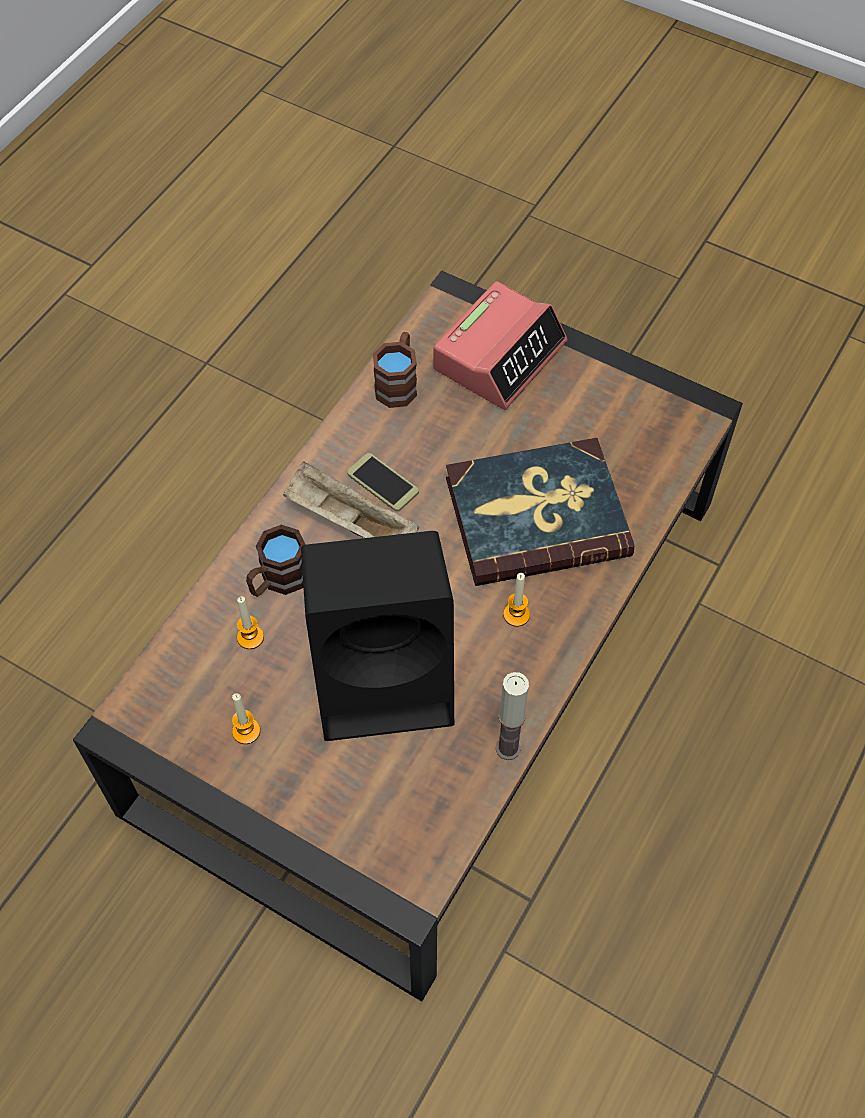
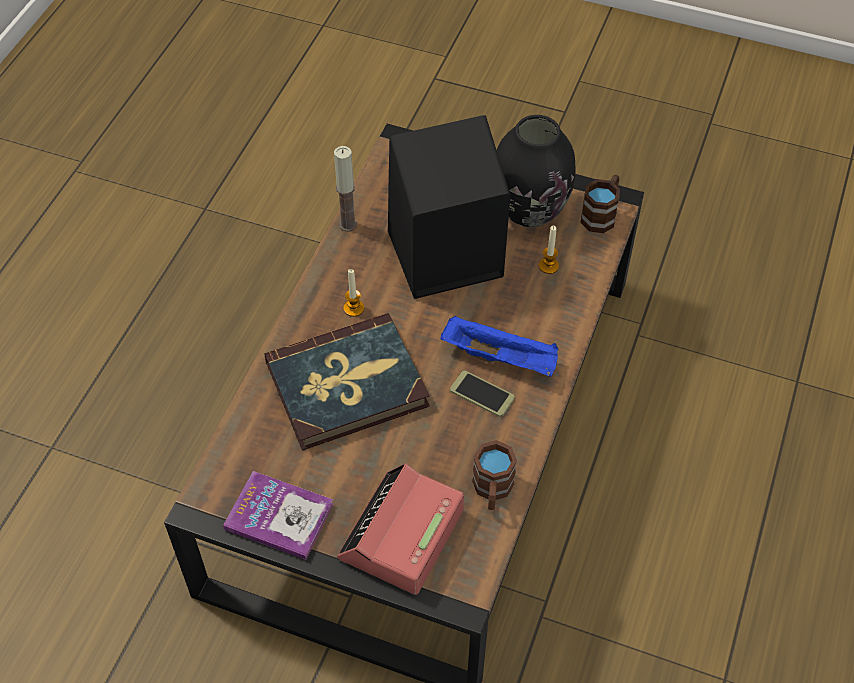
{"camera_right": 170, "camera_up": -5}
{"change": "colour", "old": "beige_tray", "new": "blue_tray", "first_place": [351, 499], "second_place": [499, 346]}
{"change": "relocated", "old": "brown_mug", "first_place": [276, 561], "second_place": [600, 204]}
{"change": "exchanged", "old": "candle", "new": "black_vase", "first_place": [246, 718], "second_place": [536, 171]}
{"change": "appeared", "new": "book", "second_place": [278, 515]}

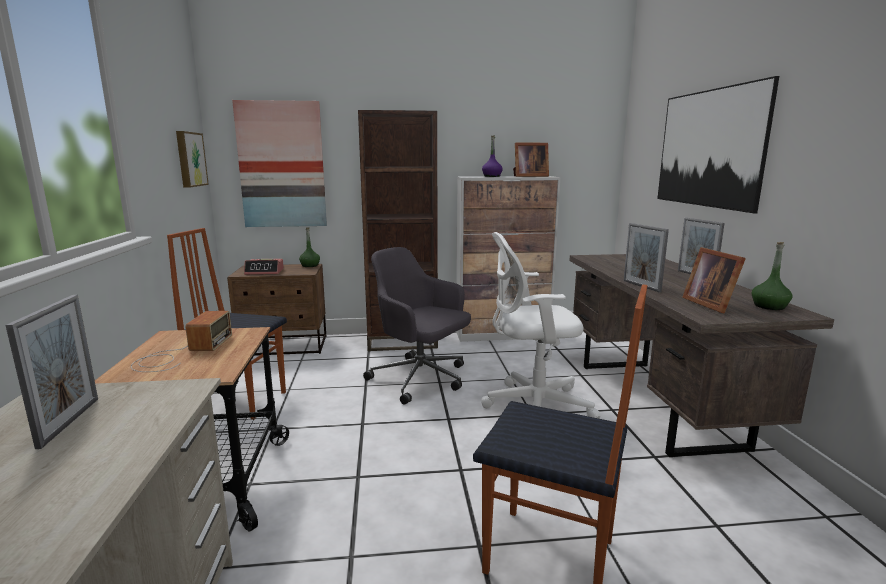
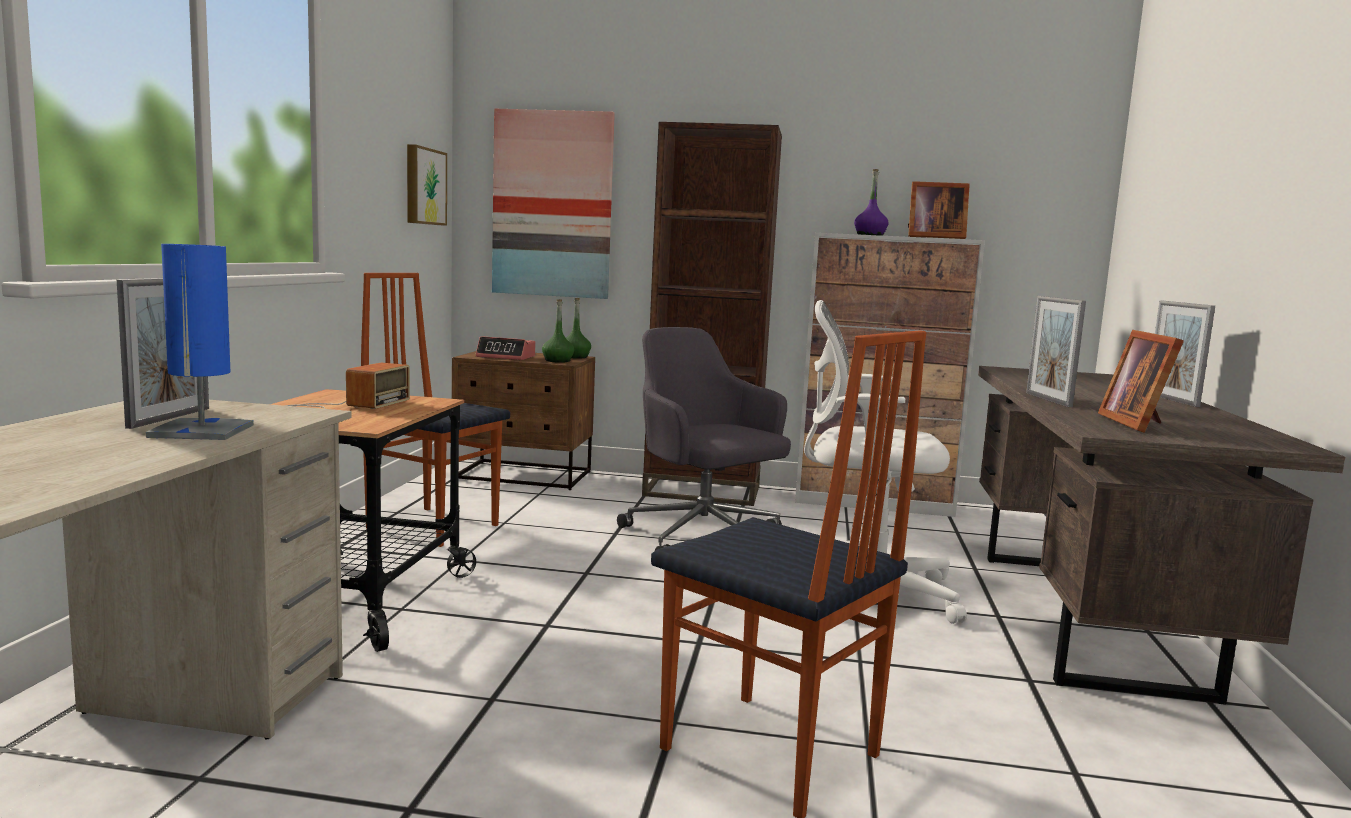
{"camera_right": 15, "camera_up": -5}
{"change": "missing", "old": "picture", "first_place": [718, 144]}
{"change": "relocated", "old": "green_bottle", "first_place": [772, 276], "second_place": [558, 331]}
{"change": "appeared", "new": "blue_table_lamp", "second_place": [200, 342]}

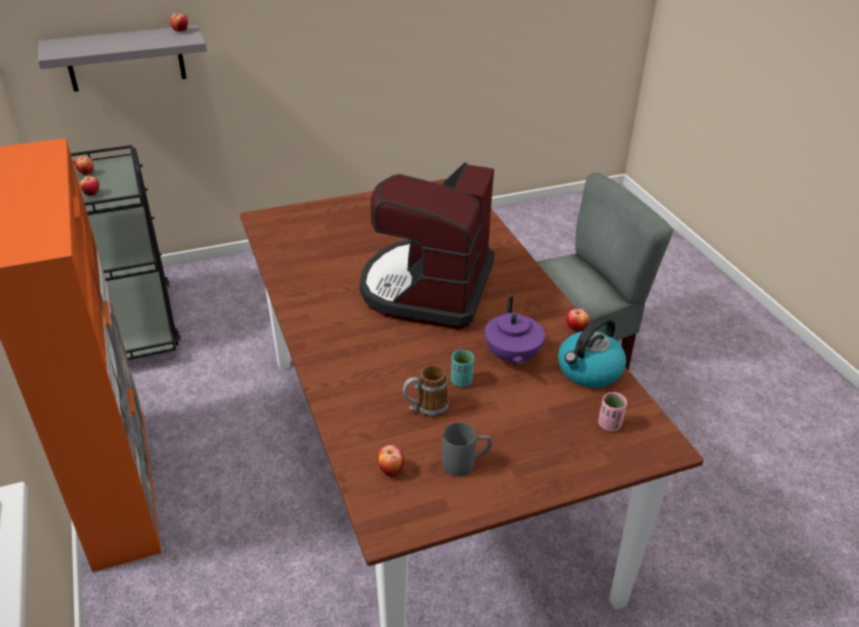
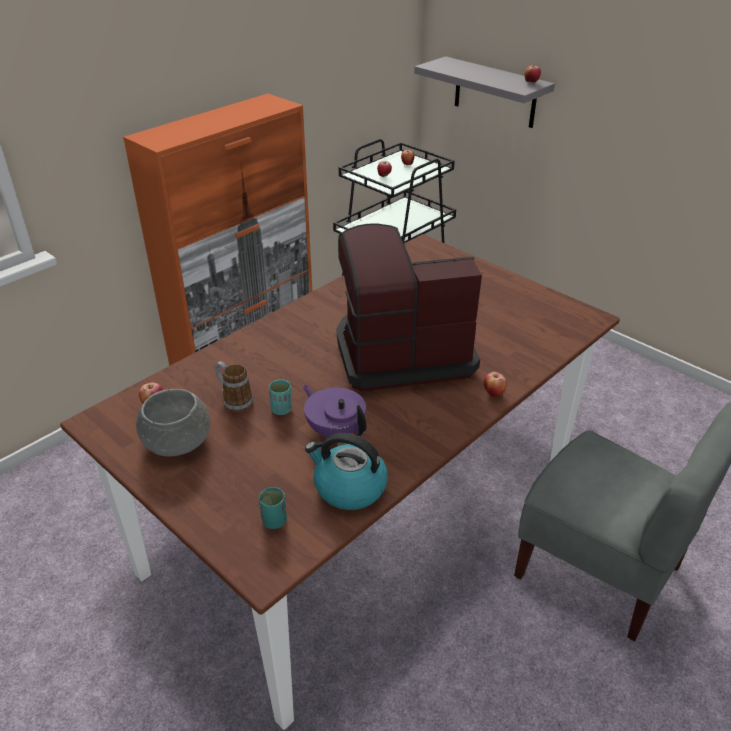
{"camera_right": 65, "camera_up": 0}
{"change": "spun", "old": "purple_teapot", "first_place": [515, 331], "second_place": [335, 411], "degrees": 75}
{"change": "relocated", "old": "apple", "first_place": [578, 320], "second_place": [495, 384]}
{"change": "colour", "old": "pink_cup", "new": "turquoise_cup", "first_place": [612, 411], "second_place": [273, 508]}
{"change": "exchanged", "old": "grey_mug", "new": "grey_bowl", "first_place": [467, 449], "second_place": [173, 423]}

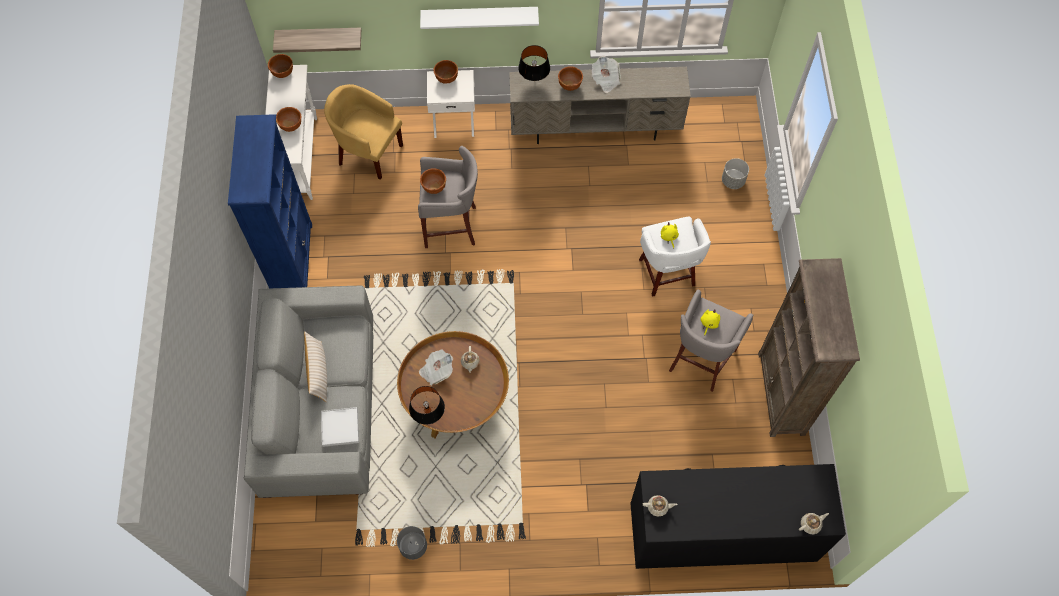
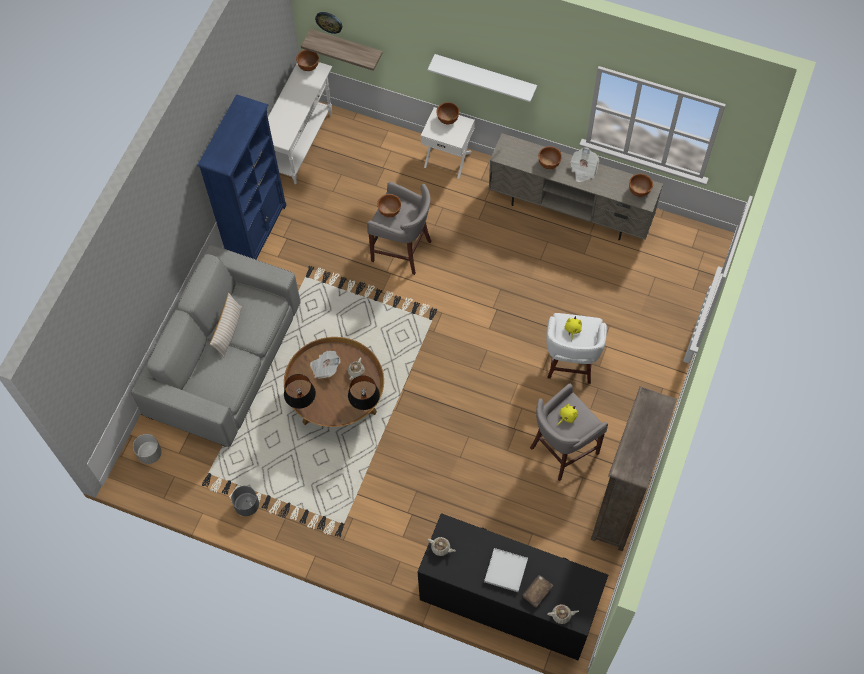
{"camera_right": 25, "camera_up": 0}
{"change": "relocated", "old": "black_table_lamp", "first_place": [534, 63], "second_place": [364, 392]}
{"change": "missing", "old": "yellow_armchair", "first_place": [363, 132]}
{"change": "relocated", "old": "brown_bowl", "first_place": [288, 119], "second_place": [641, 185]}
{"change": "relocated", "old": "grey_planter", "first_place": [735, 173], "second_place": [147, 449]}
{"change": "relocated", "old": "white_tray", "first_place": [340, 427], "second_place": [506, 570]}
{"change": "appeared", "new": "wall_clock", "second_place": [328, 23]}
{"change": "appeared", "new": "brown_book", "second_place": [537, 591]}

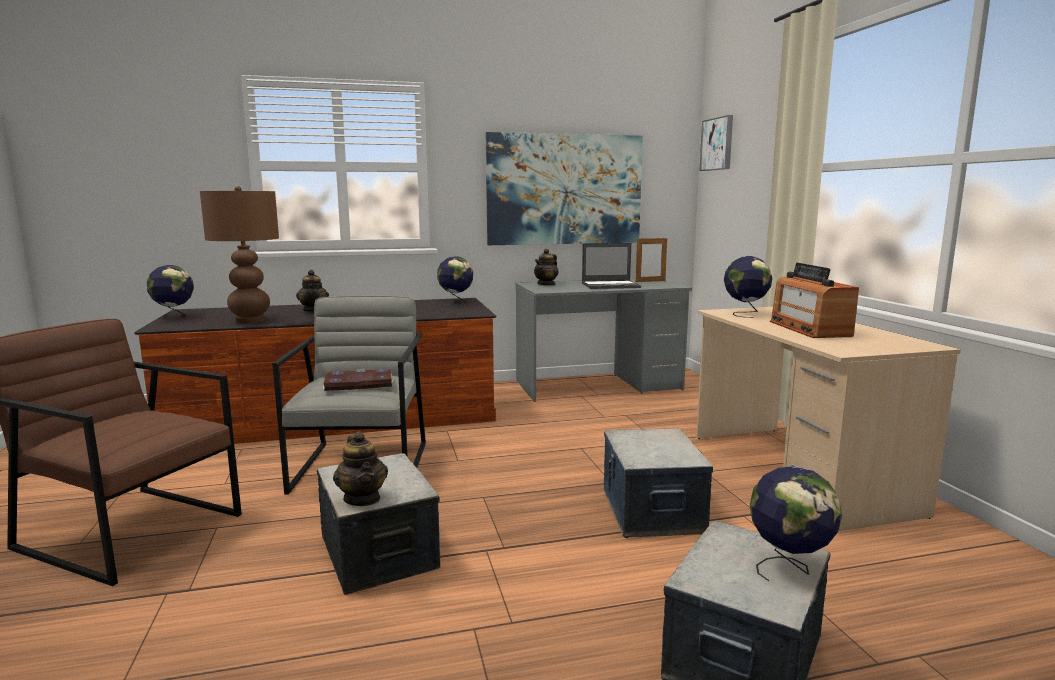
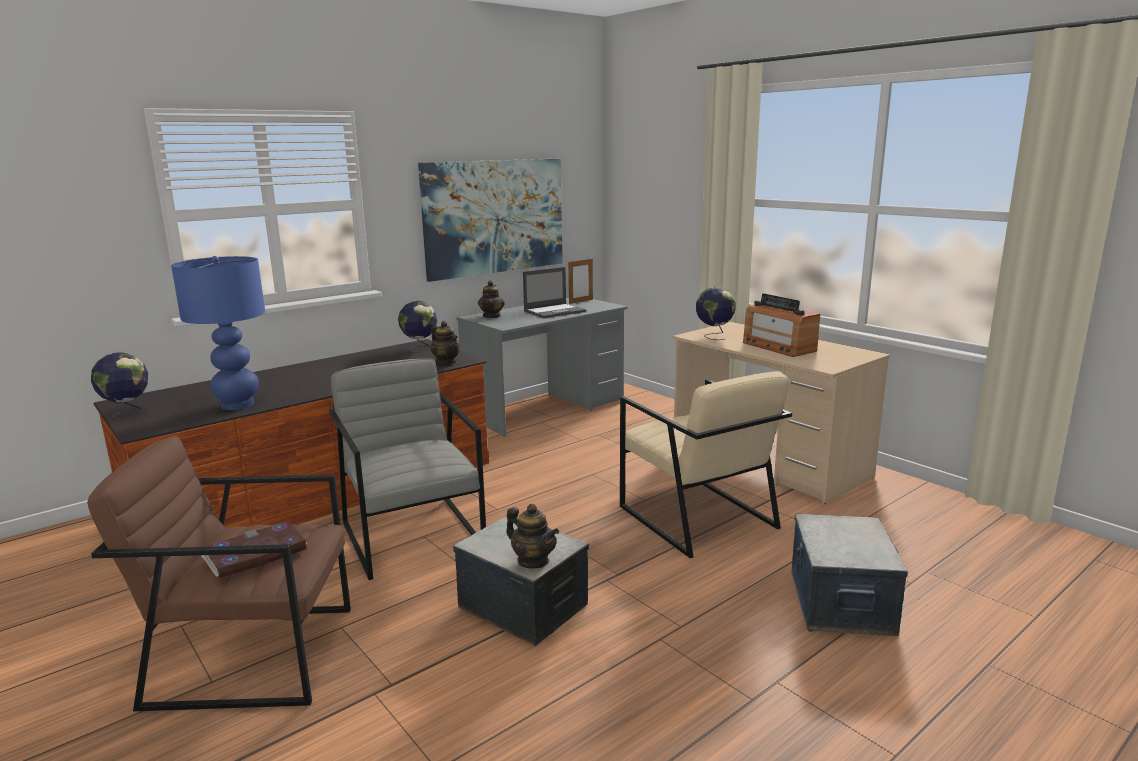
{"camera_right": -25, "camera_up": 5}
{"change": "missing", "old": "picture", "first_place": [716, 143]}
{"change": "colour", "old": "brown_table_lamp", "new": "blue_table_lamp", "first_place": [239, 255], "second_place": [218, 333]}
{"change": "relocated", "old": "teapot", "first_place": [312, 291], "second_place": [445, 343]}
{"change": "relocated", "old": "book", "first_place": [358, 380], "second_place": [254, 550]}
{"change": "exchanged", "old": "storage_box", "new": "beige_armchair", "first_place": [658, 483], "second_place": [706, 464]}
{"change": "missing", "old": "globe", "first_place": [796, 523]}

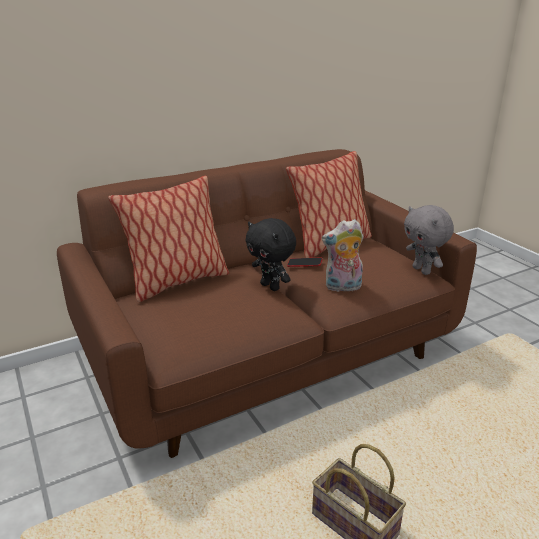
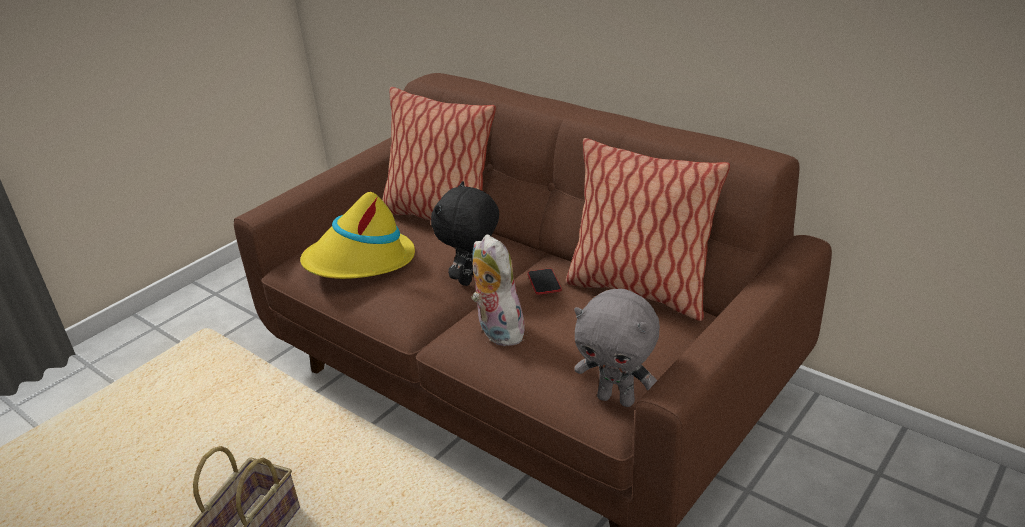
{"camera_right": 70, "camera_up": 5}
{"change": "spun", "old": "grey_plush_toy", "first_place": [429, 240], "second_place": [617, 348], "degrees": -105}
{"change": "appeared", "new": "yellow_hat", "second_place": [357, 235]}

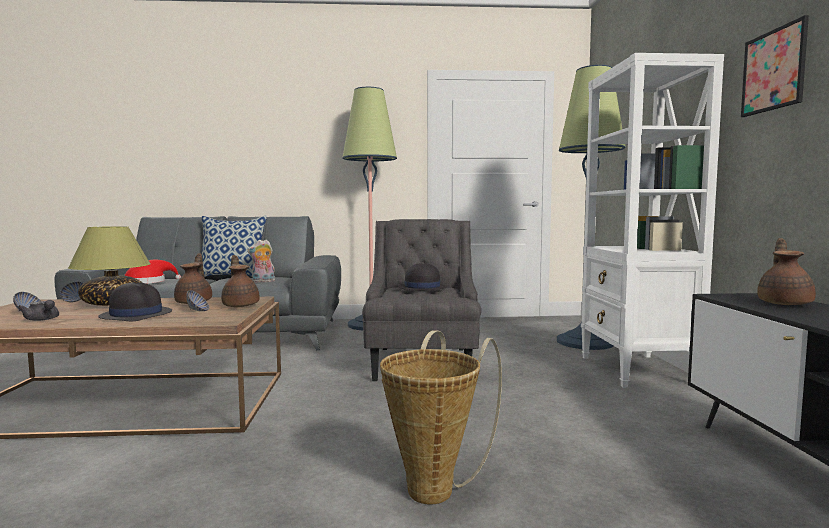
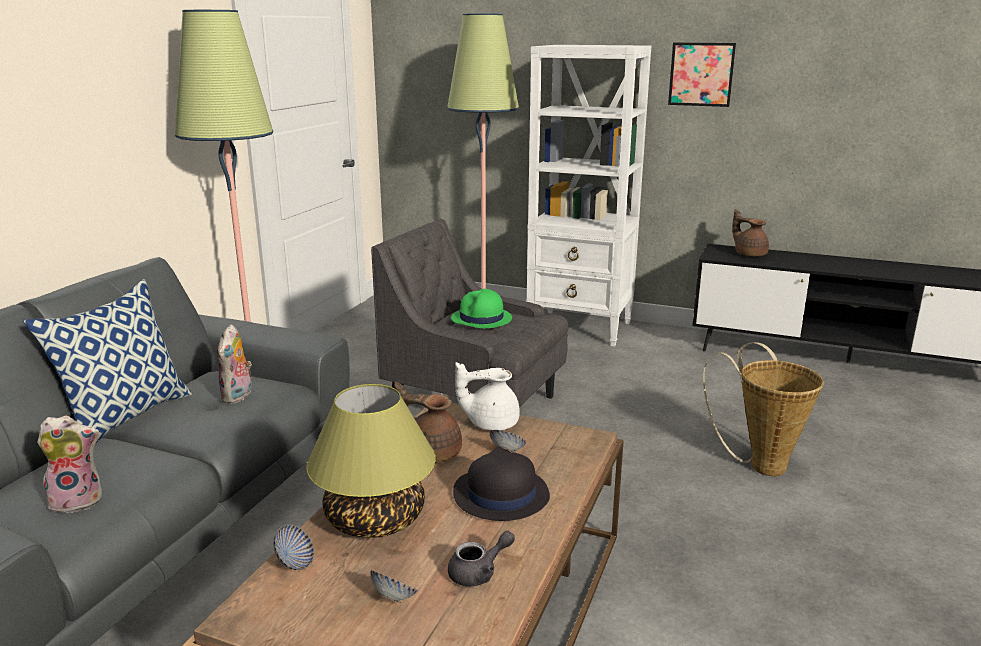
{"camera_right": -65, "camera_up": 15}
{"change": "colour", "old": "brown_teapot", "new": "white_teapot", "first_place": [240, 281], "second_place": [487, 396]}
{"change": "exchanged", "old": "red_hat", "new": "plush_toy", "first_place": [152, 272], "second_place": [69, 464]}
{"change": "colour", "old": "black_hat", "new": "green_hat", "first_place": [422, 276], "second_place": [481, 308]}

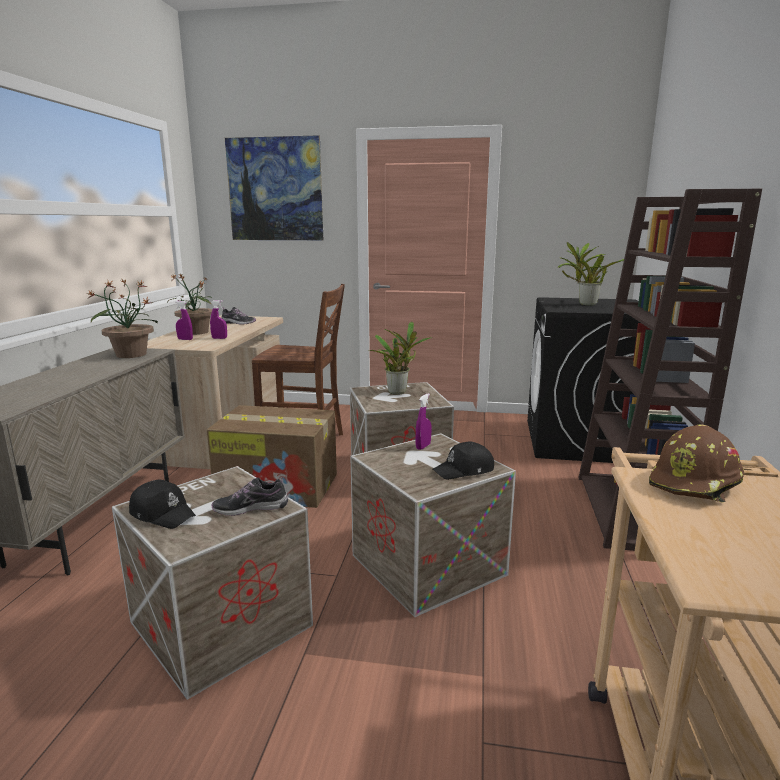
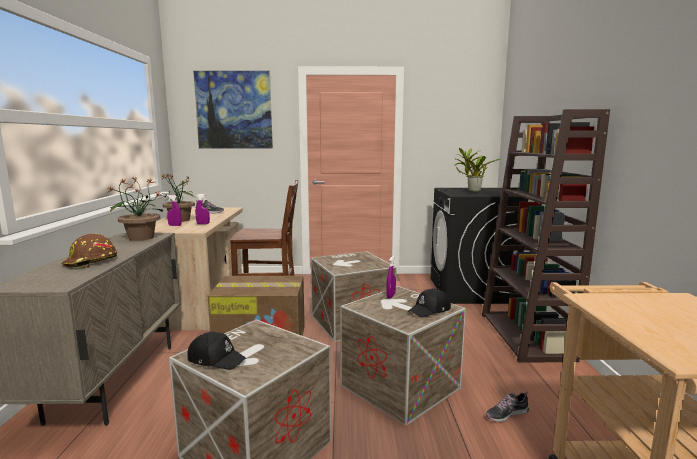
{"camera_right": -10, "camera_up": -5}
{"change": "missing", "old": "potted_plant", "first_place": [400, 358]}
{"change": "relocated", "old": "brown_hard_hat", "first_place": [696, 463], "second_place": [89, 250]}
{"change": "relocated", "old": "shoe", "first_place": [250, 496], "second_place": [507, 406]}

